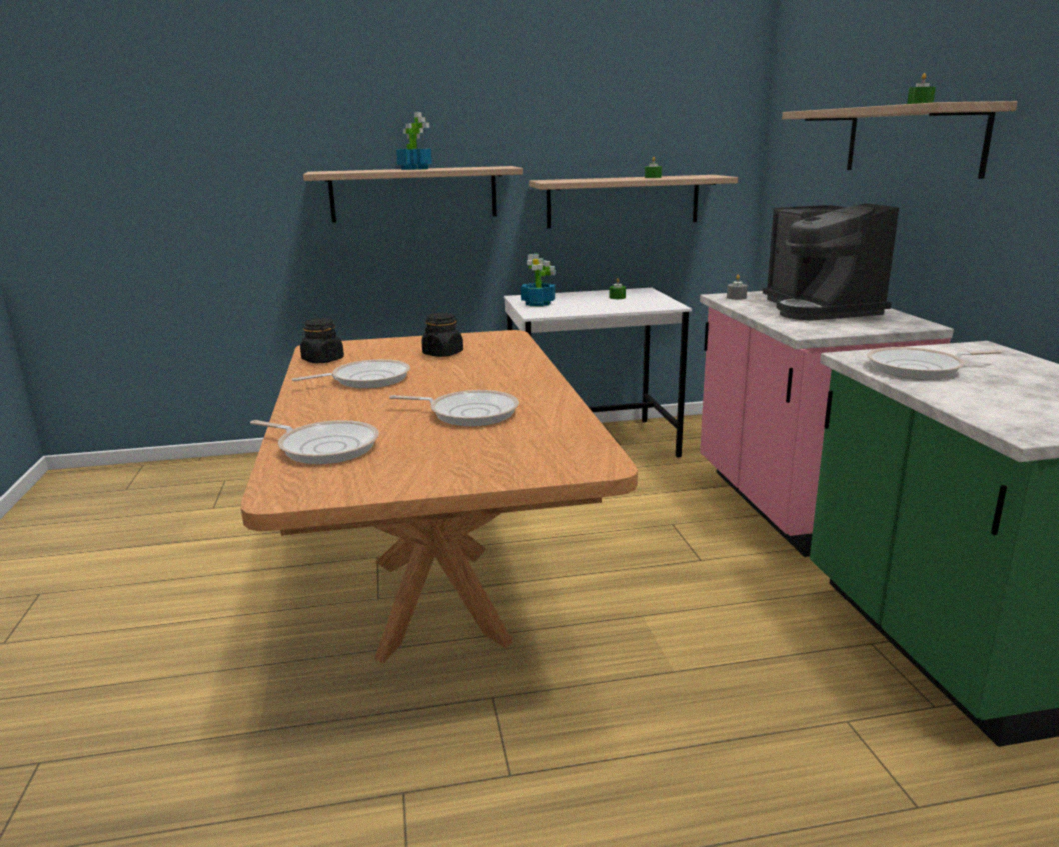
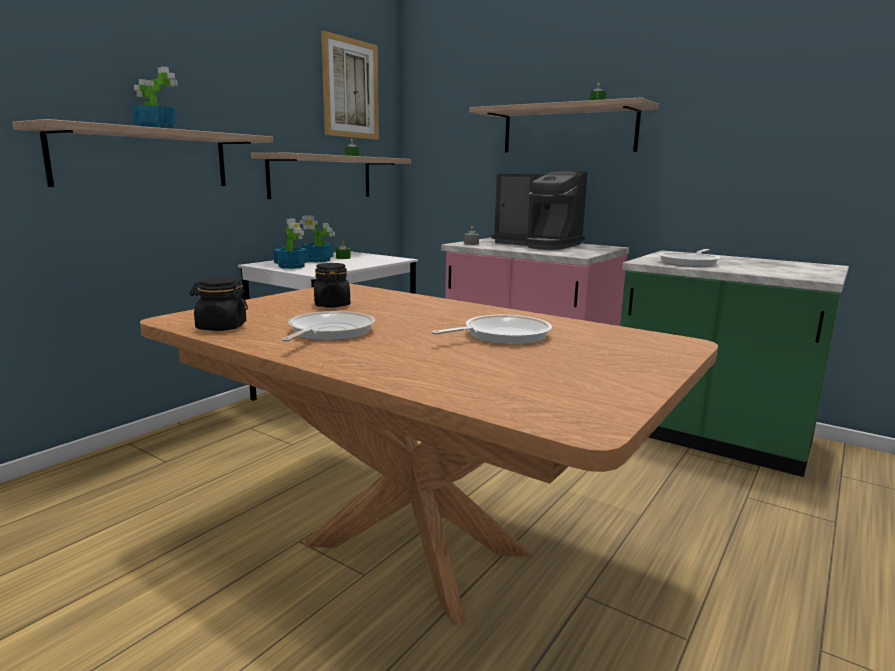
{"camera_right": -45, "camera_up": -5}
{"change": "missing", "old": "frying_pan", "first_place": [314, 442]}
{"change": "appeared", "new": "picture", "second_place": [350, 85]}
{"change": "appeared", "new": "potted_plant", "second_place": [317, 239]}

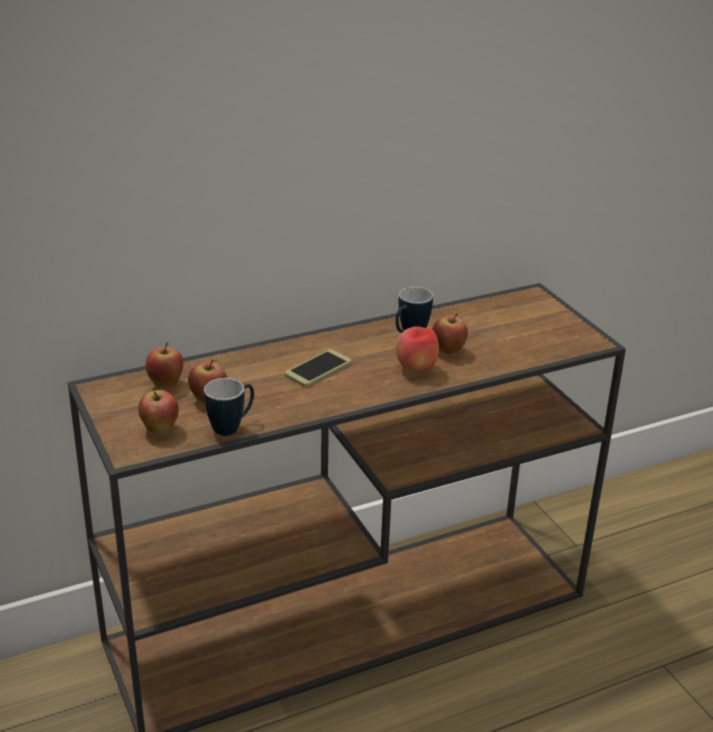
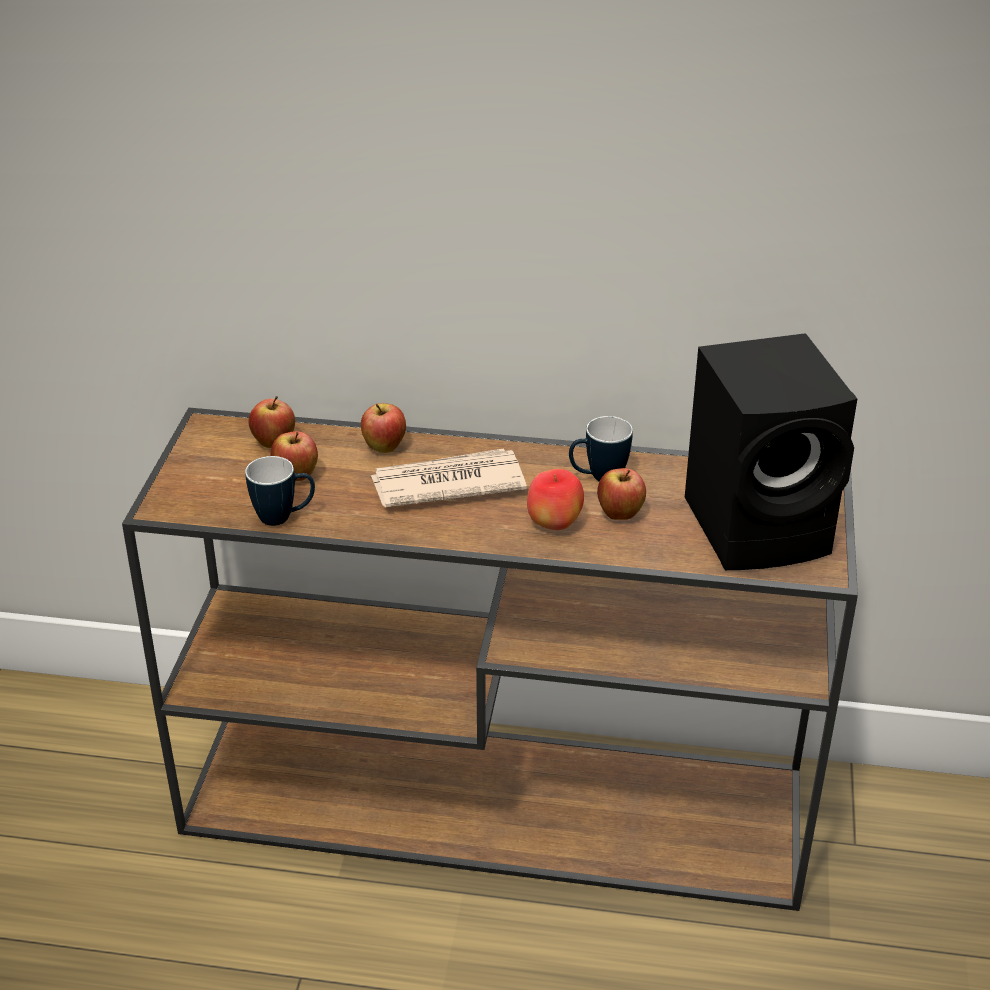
{"camera_right": 35, "camera_up": 5}
{"change": "exchanged", "old": "phone", "new": "newspaper", "first_place": [318, 368], "second_place": [448, 477]}
{"change": "relocated", "old": "apple", "first_place": [158, 412], "second_place": [383, 428]}
{"change": "appeared", "new": "black_speaker", "second_place": [771, 451]}

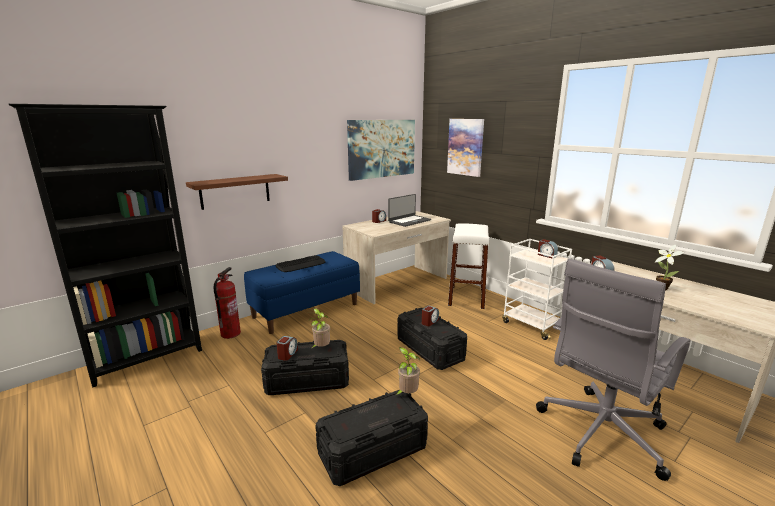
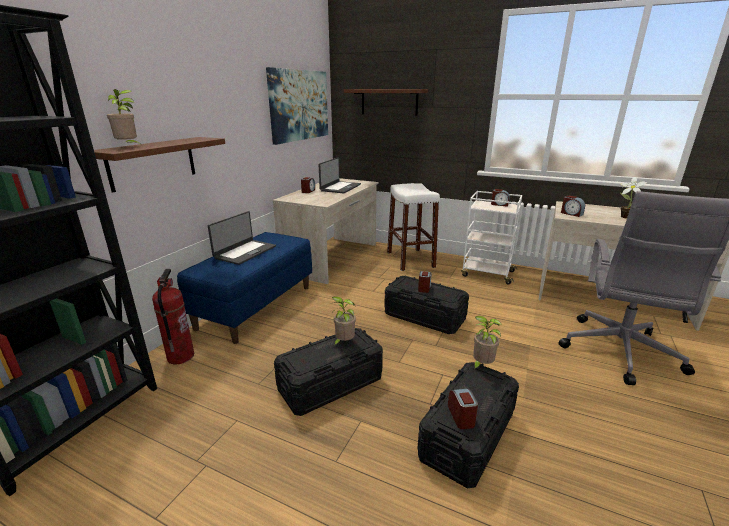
{"camera_right": -25, "camera_up": 5}
{"change": "exchanged", "old": "picture", "new": "brown_shelf", "first_place": [465, 148], "second_place": [386, 102]}
{"change": "exchanged", "old": "keyboard", "new": "laptop", "first_place": [301, 263], "second_place": [242, 238]}
{"change": "relocated", "old": "alarm_clock", "first_place": [287, 348], "second_place": [463, 409]}
{"change": "appeared", "new": "potted_plant", "second_place": [125, 118]}

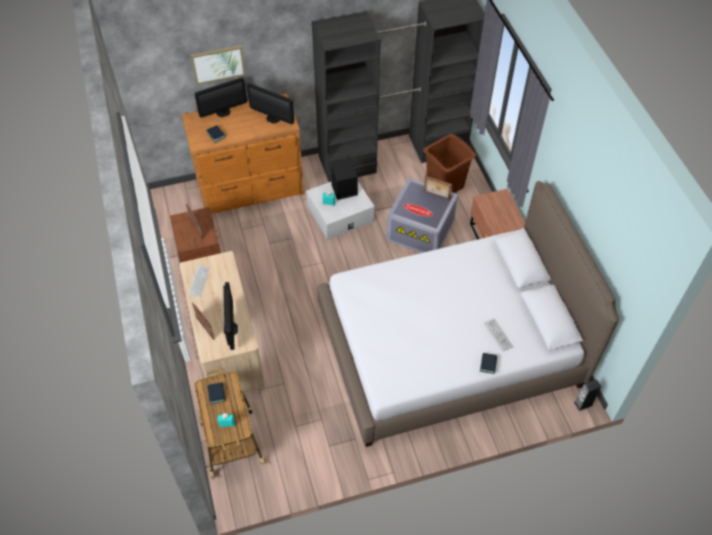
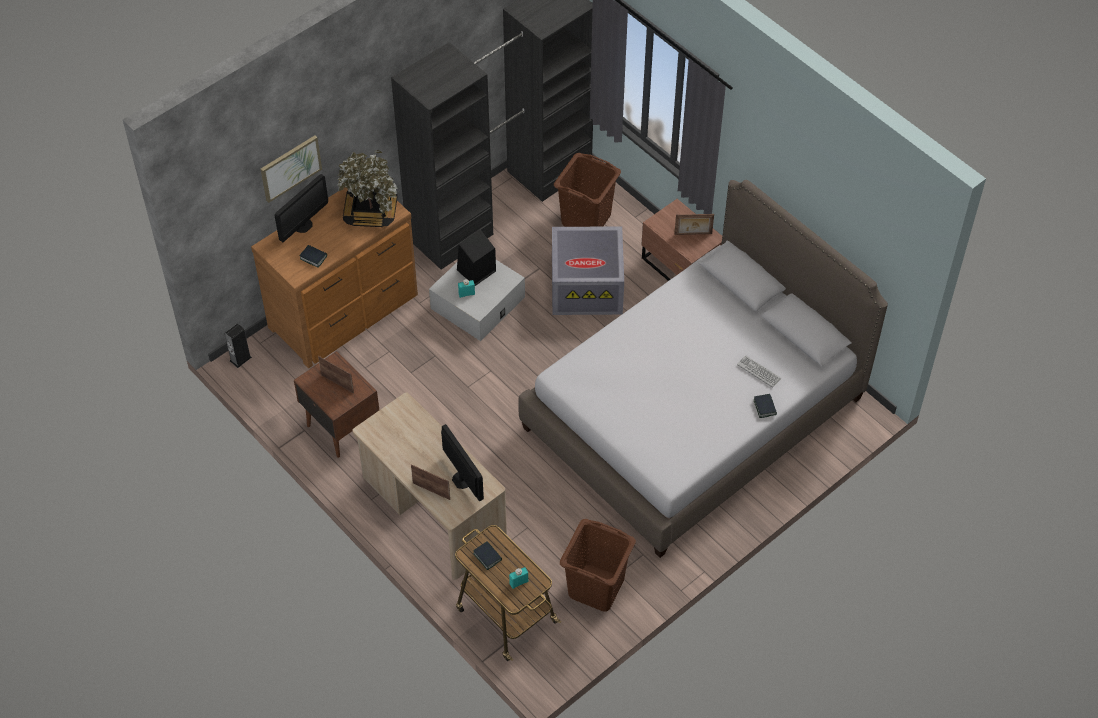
{"camera_right": -25, "camera_up": 0}
{"change": "exchanged", "old": "monitor", "new": "potted_plant", "first_place": [270, 103], "second_place": [367, 188]}
{"change": "relocated", "old": "picture_frame", "first_place": [438, 188], "second_place": [694, 224]}
{"change": "missing", "old": "keyboard", "first_place": [199, 281]}
{"change": "relocated", "old": "speaker", "first_place": [587, 395], "second_place": [238, 346]}
{"change": "appeared", "new": "brown_laundry_basket", "second_place": [598, 565]}

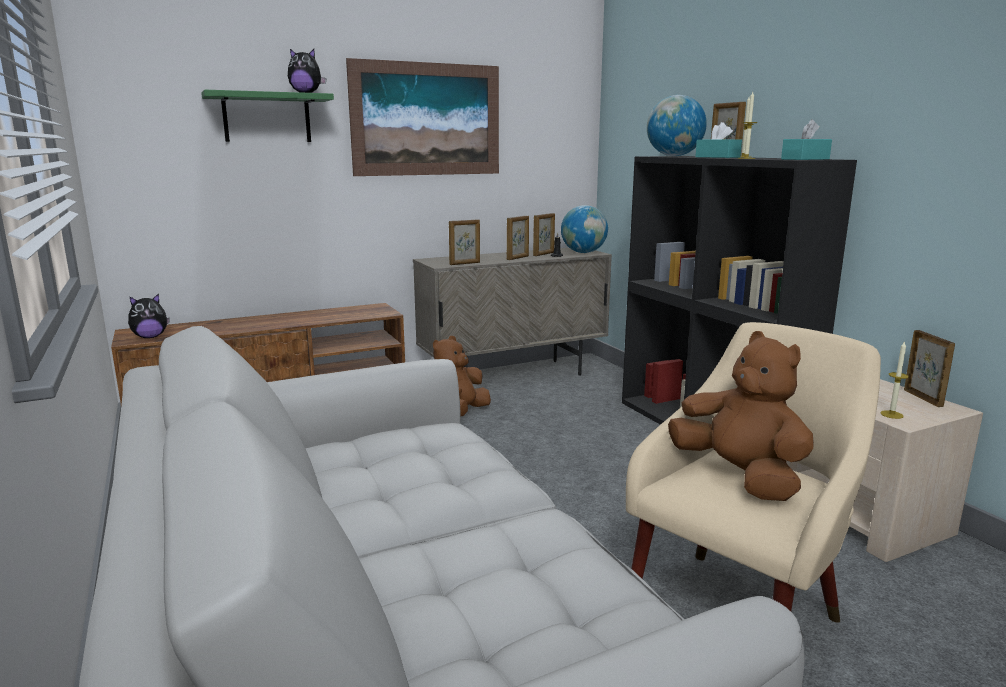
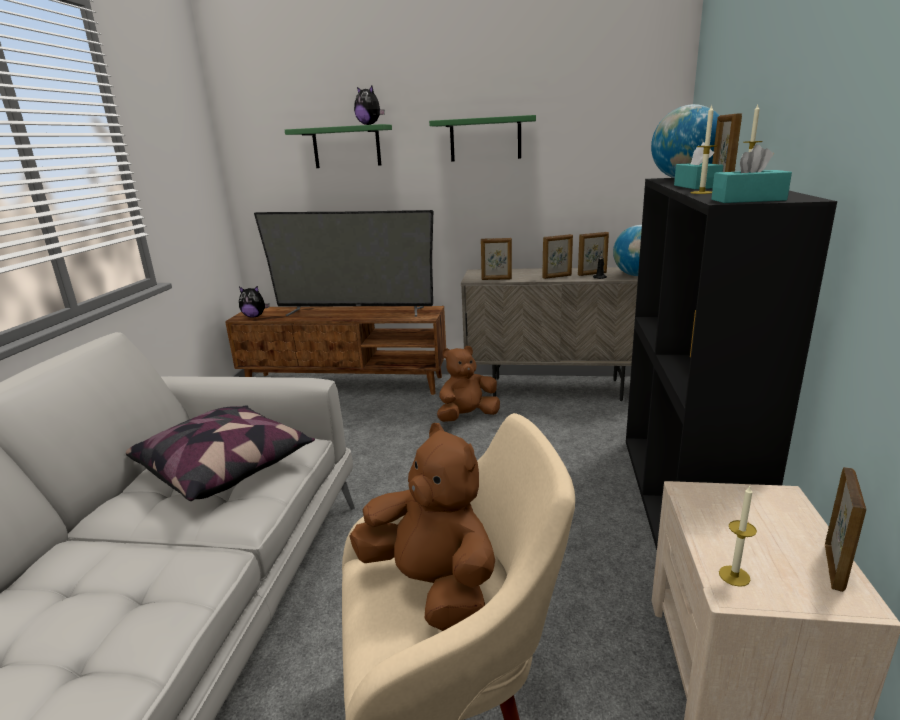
{"camera_right": 35, "camera_up": 5}
{"change": "exchanged", "old": "picture", "new": "green_shelf", "first_place": [422, 117], "second_place": [482, 138]}
{"change": "spun", "old": "brown_plush_toy", "first_place": [741, 416], "second_place": [422, 527], "degrees": -45}
{"change": "appeared", "new": "television", "second_place": [343, 263]}
{"change": "appeared", "new": "pillow", "second_place": [220, 453]}

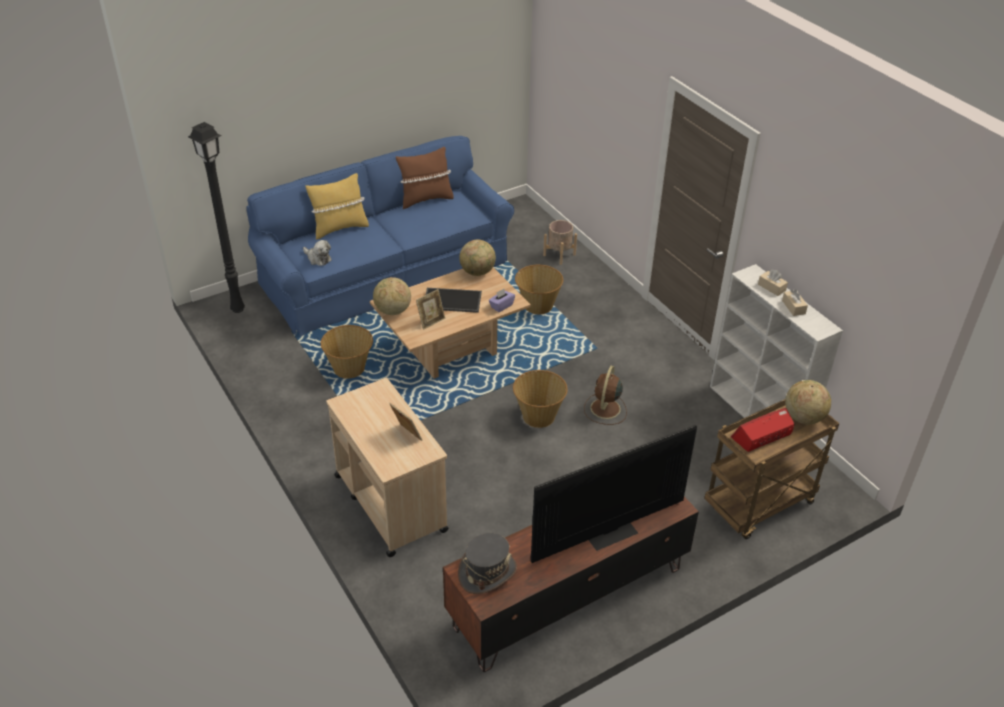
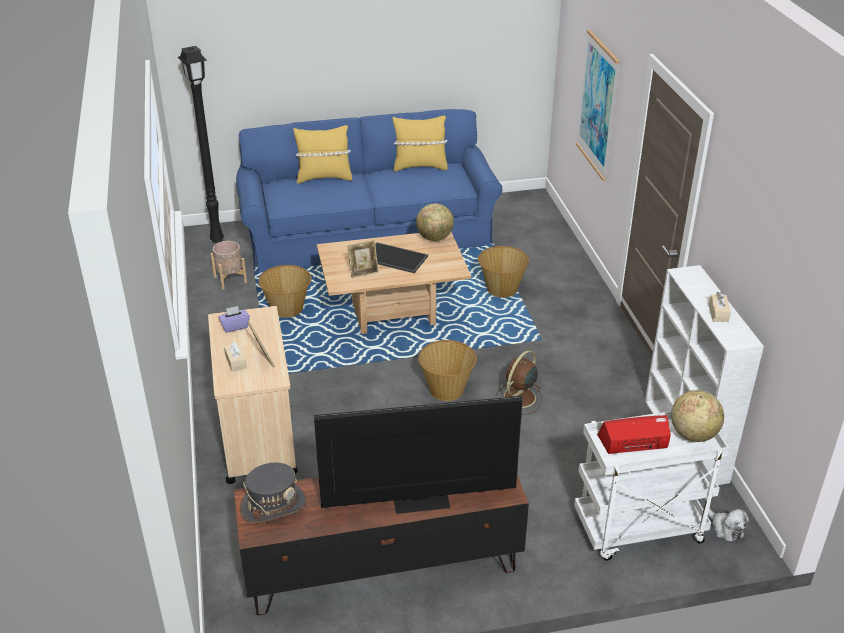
{"camera_right": 20, "camera_up": -5}
{"change": "colour", "old": "brown_pillow", "new": "yellow_pillow", "first_place": [425, 178], "second_place": [420, 144]}
{"change": "relocated", "old": "beige_planter", "first_place": [560, 242], "second_place": [229, 265]}
{"change": "relocated", "old": "plush_toy", "first_place": [317, 253], "second_place": [728, 525]}
{"change": "relocated", "old": "beige_tissue_box", "first_place": [773, 283], "second_place": [235, 356]}
{"change": "missing", "old": "globe", "first_place": [392, 296]}
{"change": "relocated", "old": "purple_tissue_box", "first_place": [502, 300], "second_place": [234, 319]}
{"change": "colour", "old": "brown_cart", "new": "white_cart", "first_place": [771, 469], "second_place": [651, 486]}
{"change": "appeared", "new": "picture", "second_place": [598, 105]}

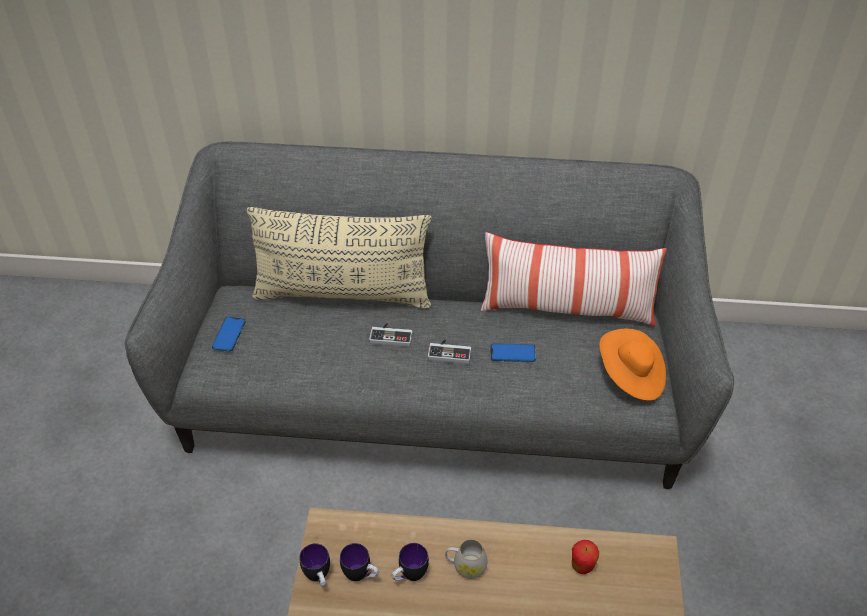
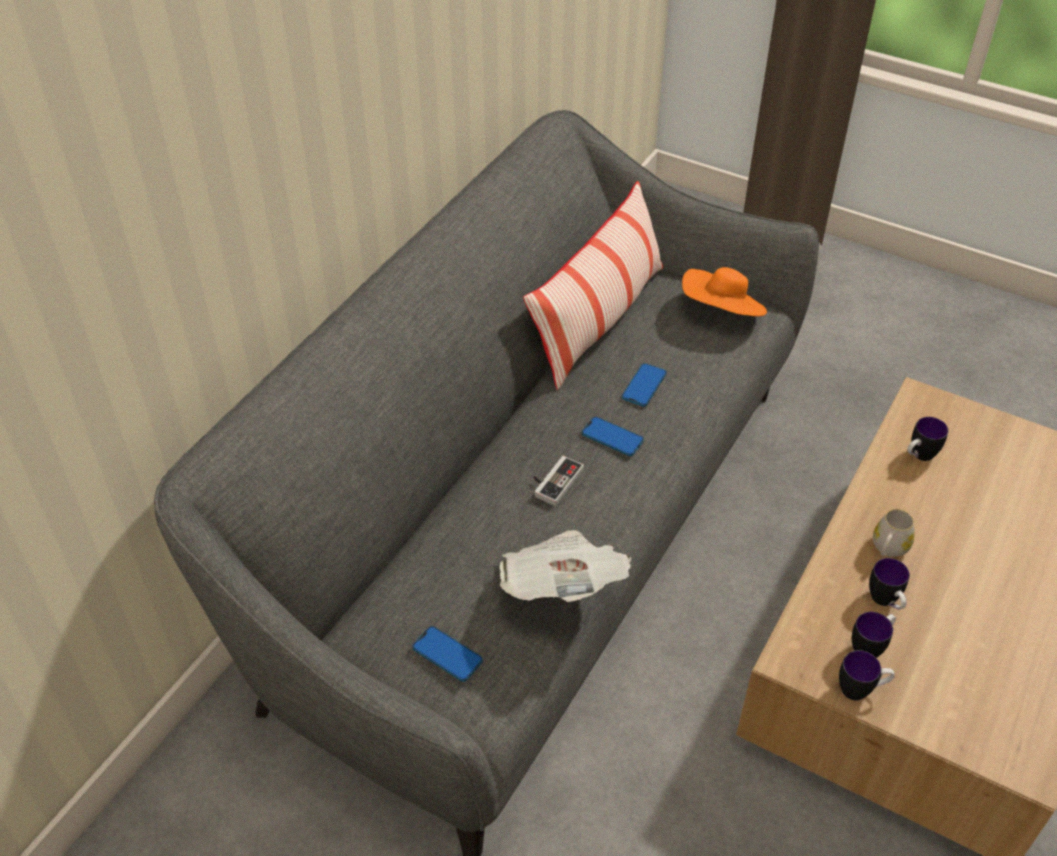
{"camera_right": -65, "camera_up": 0}
{"change": "missing", "old": "beige_pillow", "first_place": [339, 258]}
{"change": "exchanged", "old": "game_controller", "new": "phone", "first_place": [449, 351], "second_place": [613, 436]}
{"change": "exchanged", "old": "apple", "new": "mug", "first_place": [585, 557], "second_place": [927, 439]}
{"change": "appeared", "new": "newspaper", "second_place": [565, 566]}

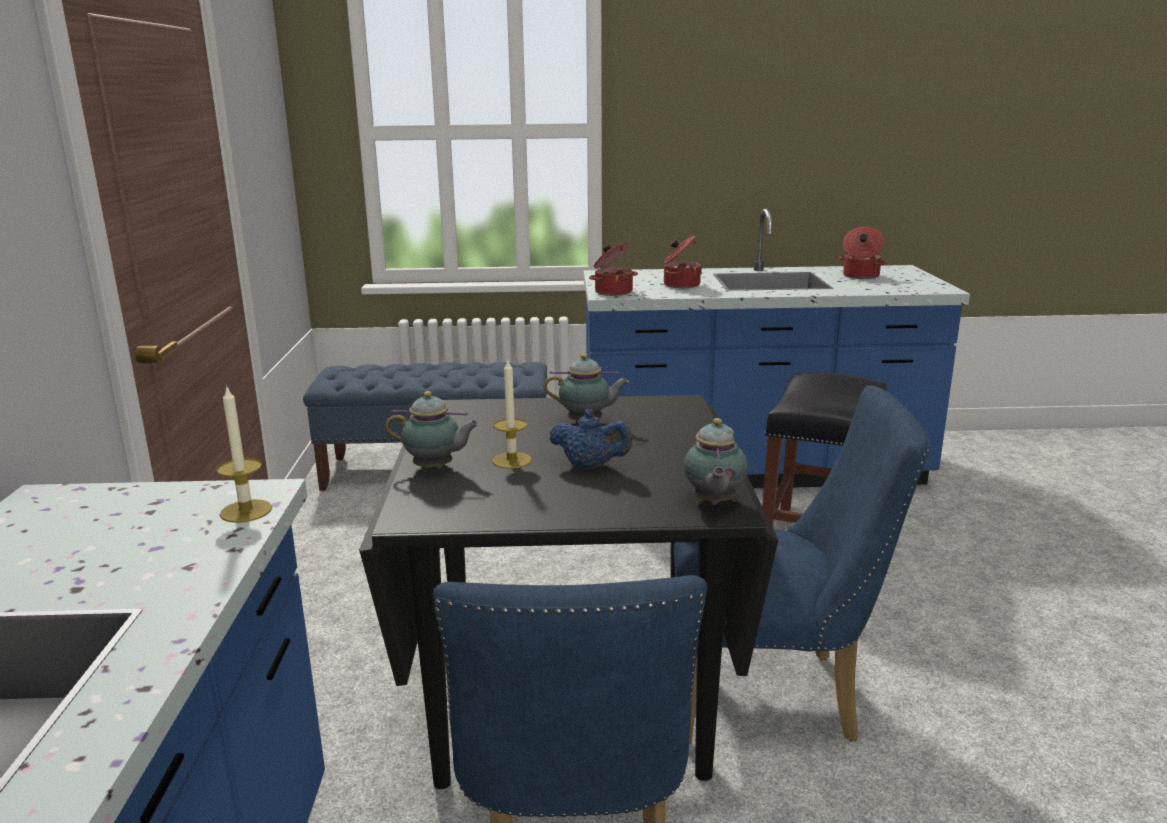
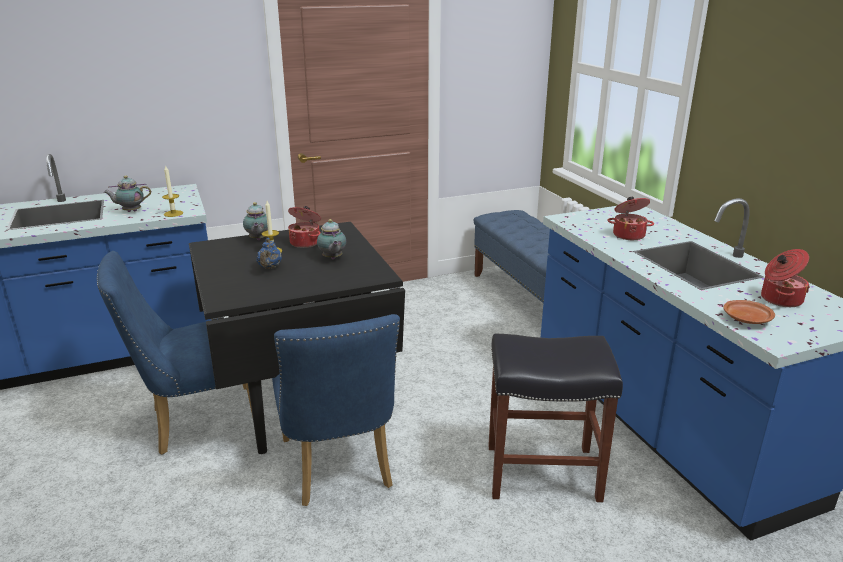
{"camera_right": 70, "camera_up": 5}
{"change": "relocated", "old": "cooking_pot", "first_place": [613, 269], "second_place": [304, 227]}
{"change": "relocated", "old": "teapot", "first_place": [716, 461], "second_place": [127, 194]}
{"change": "appeared", "new": "brown_plate", "second_place": [749, 312]}

